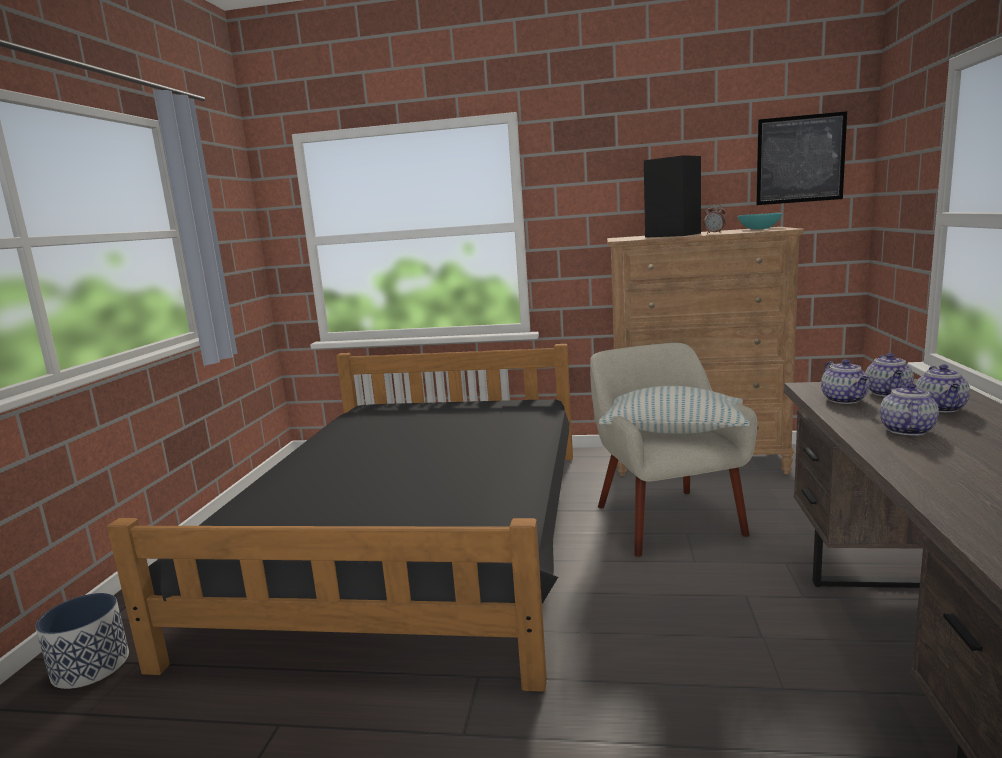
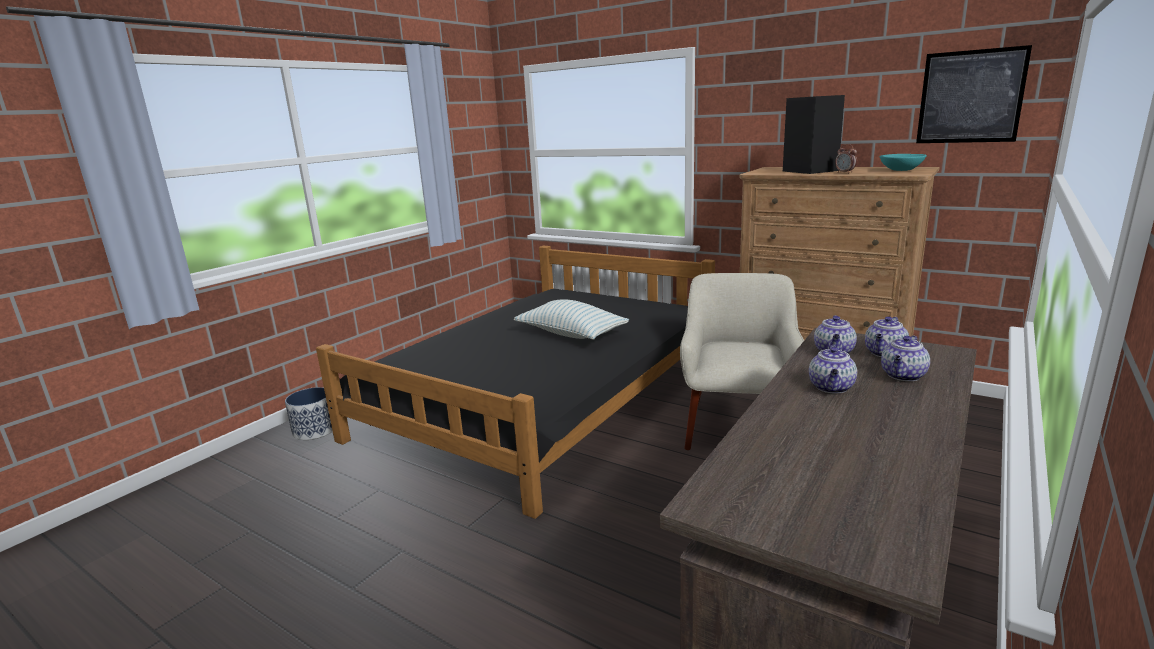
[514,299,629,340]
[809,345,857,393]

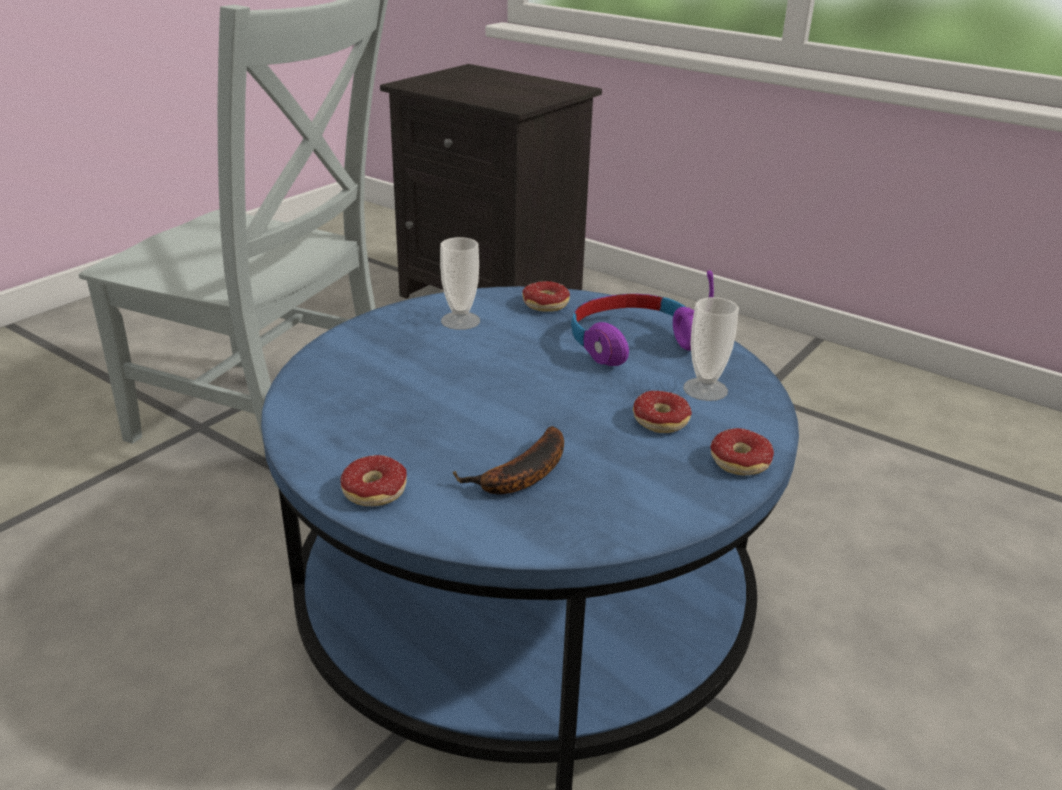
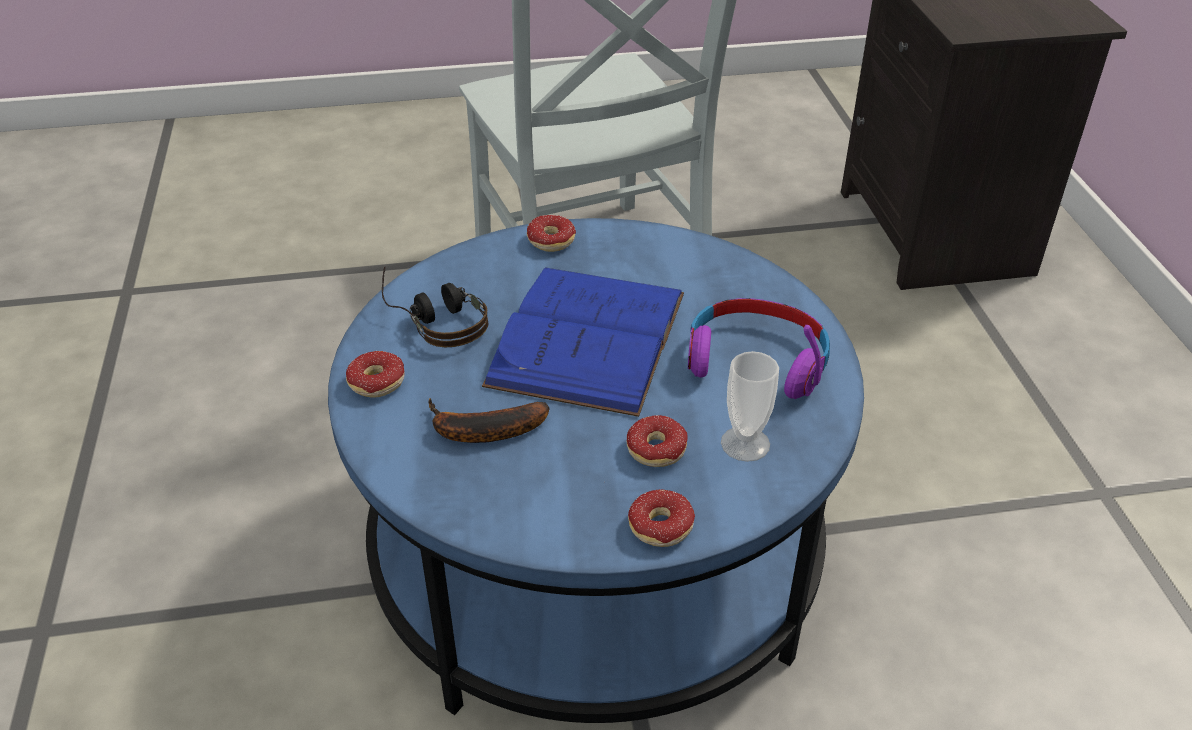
[382,267,488,347]
[482,268,684,417]
[527,215,576,252]
[440,237,480,330] (first image)

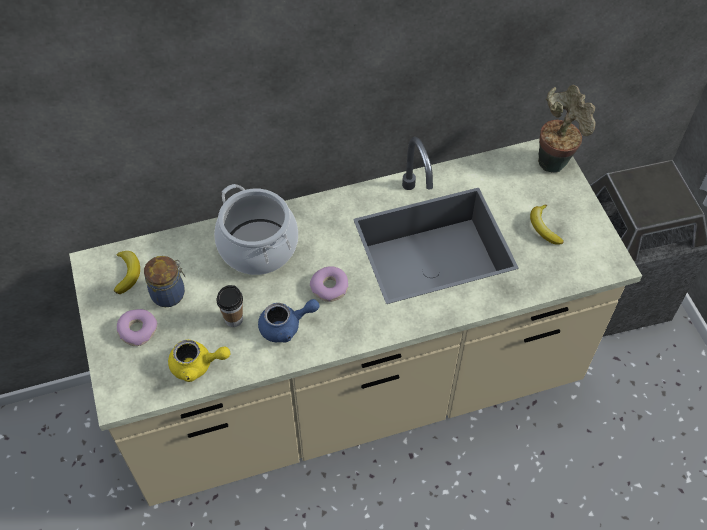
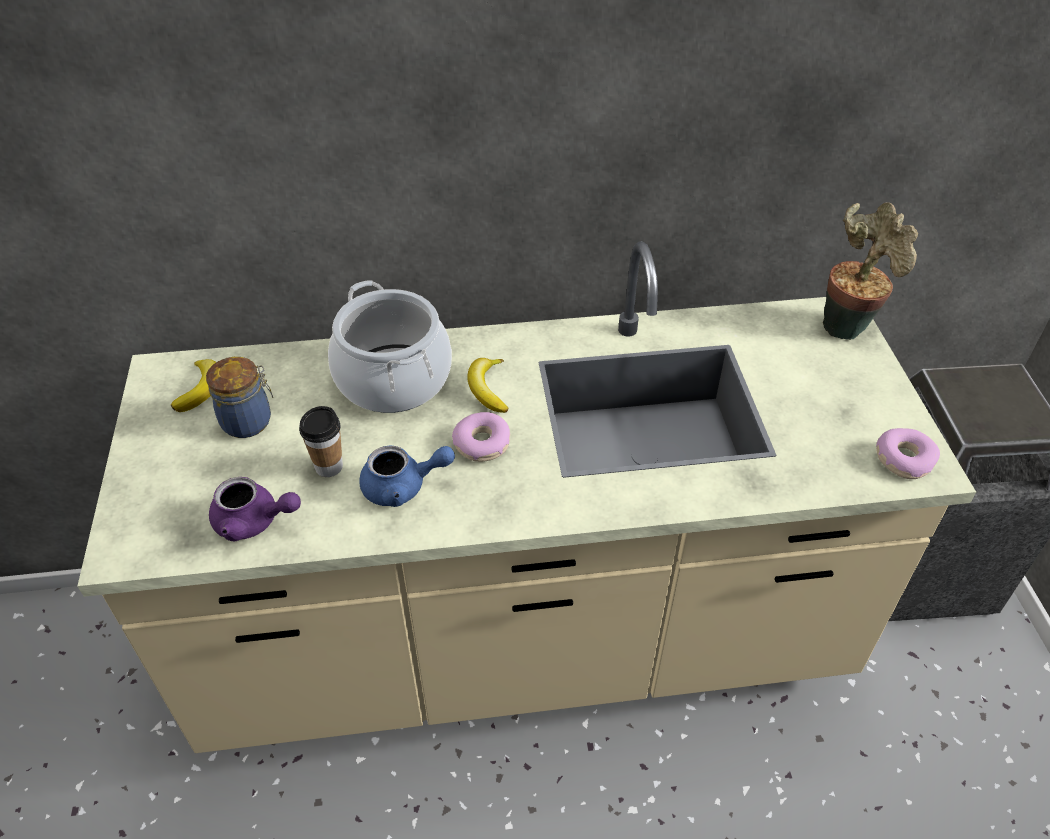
[209,477,301,541]
[467,358,508,413]
[876,428,940,479]

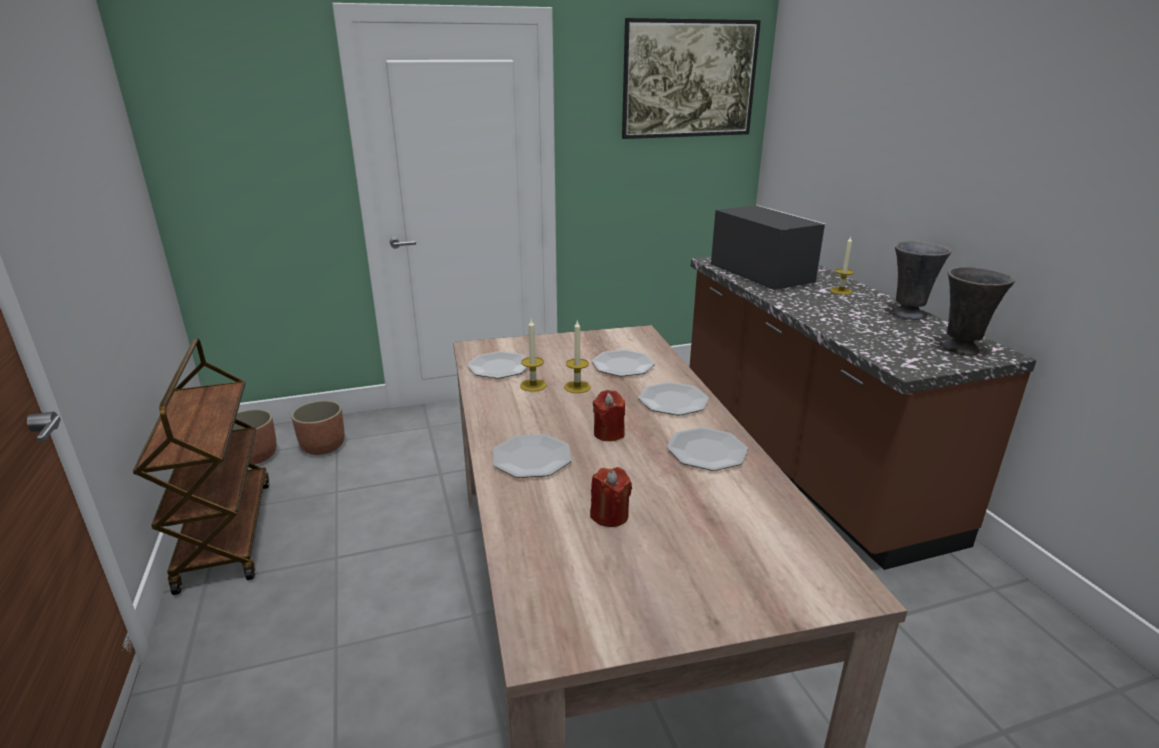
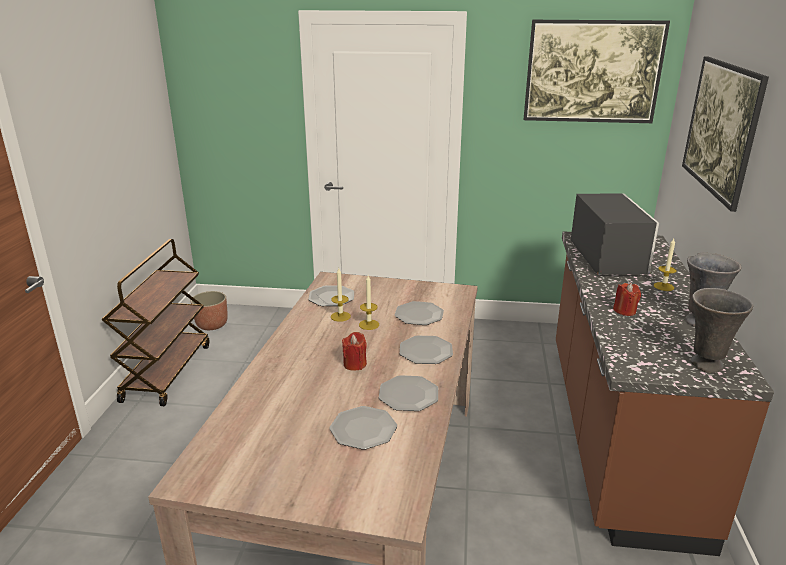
[330,406,397,450]
[613,283,641,316]
[682,56,769,212]
[291,400,344,455] (first image)

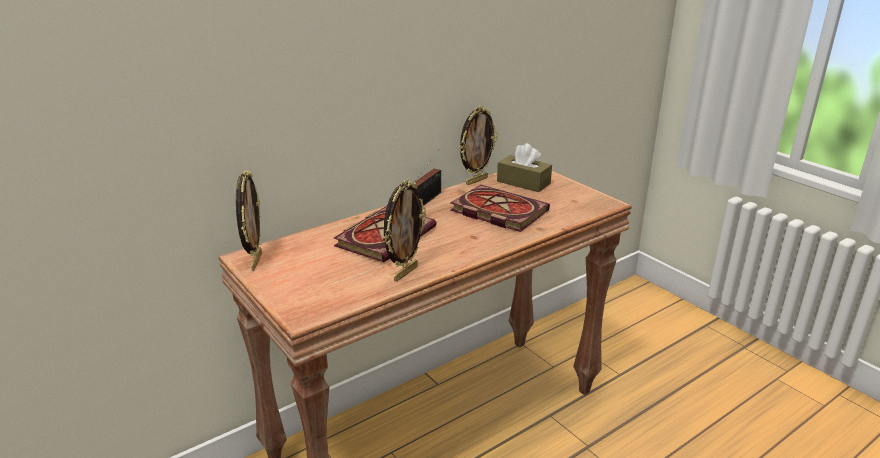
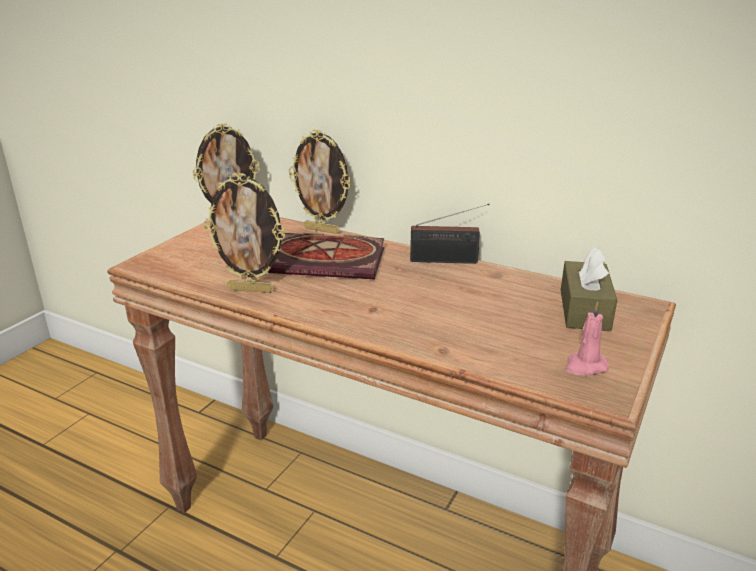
[289,130,351,234]
[565,301,609,375]
[450,185,550,232] (first image)

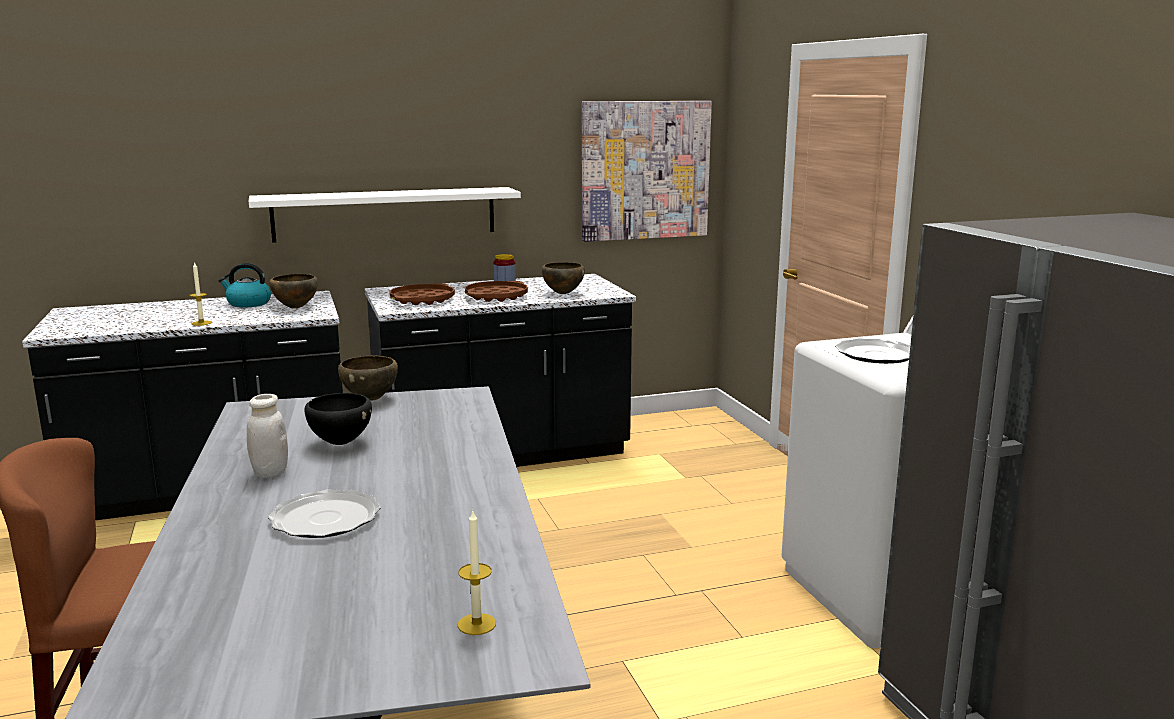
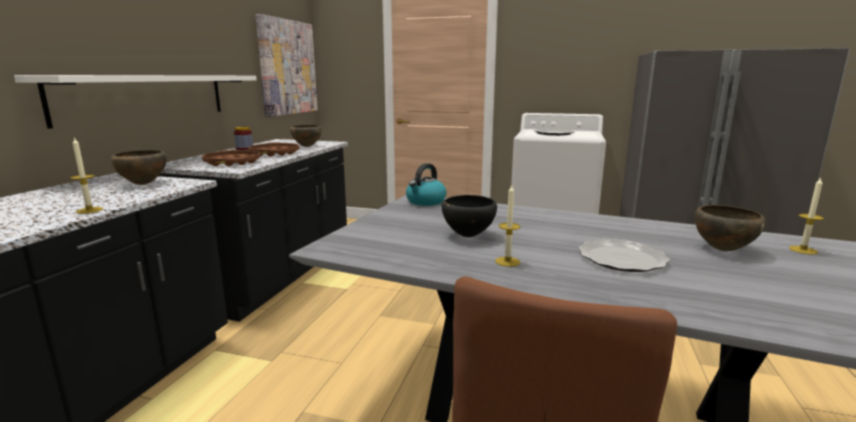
[406,163,447,206]
[495,185,520,267]
[695,205,766,251]

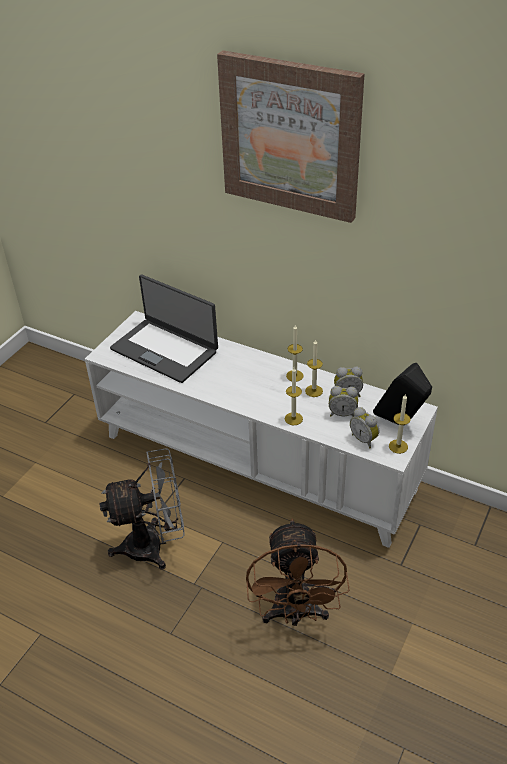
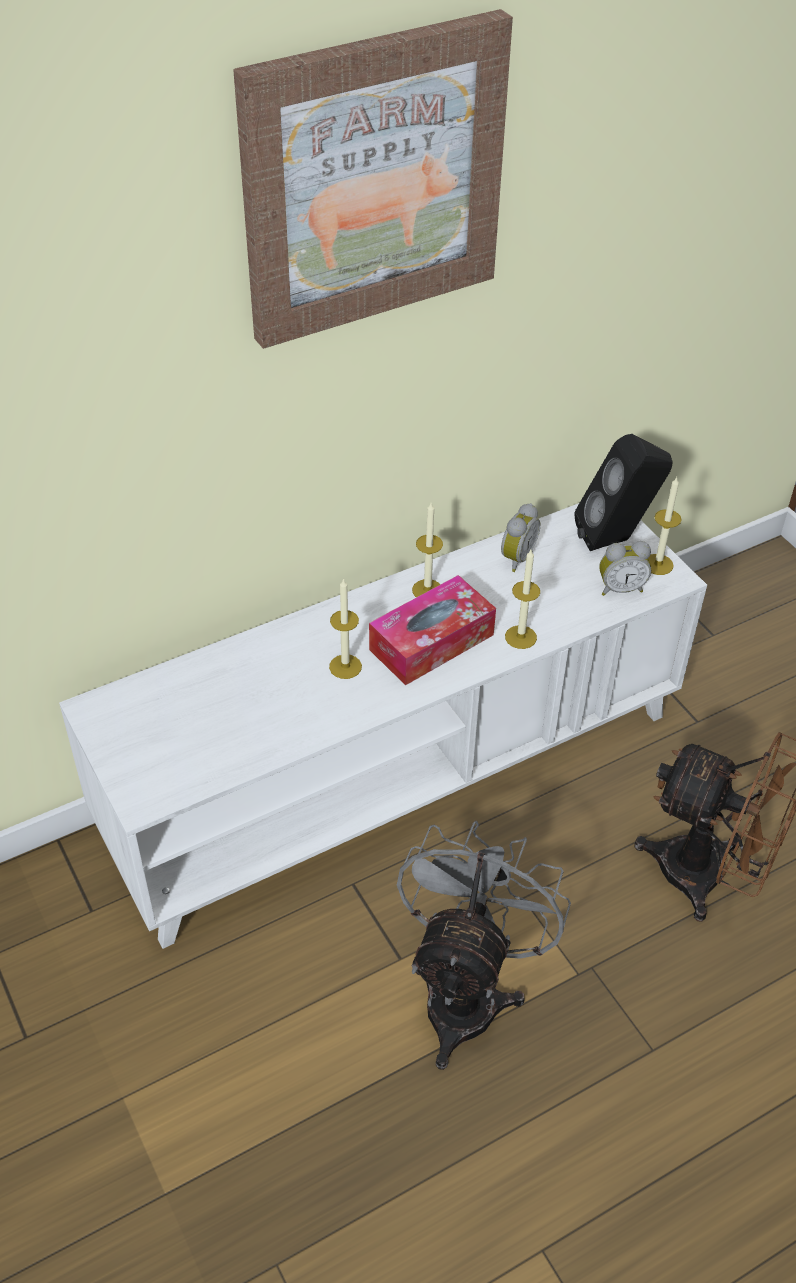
[329,578,362,679]
[369,575,496,685]
[110,275,218,383] (first image)
[329,386,358,417] (first image)

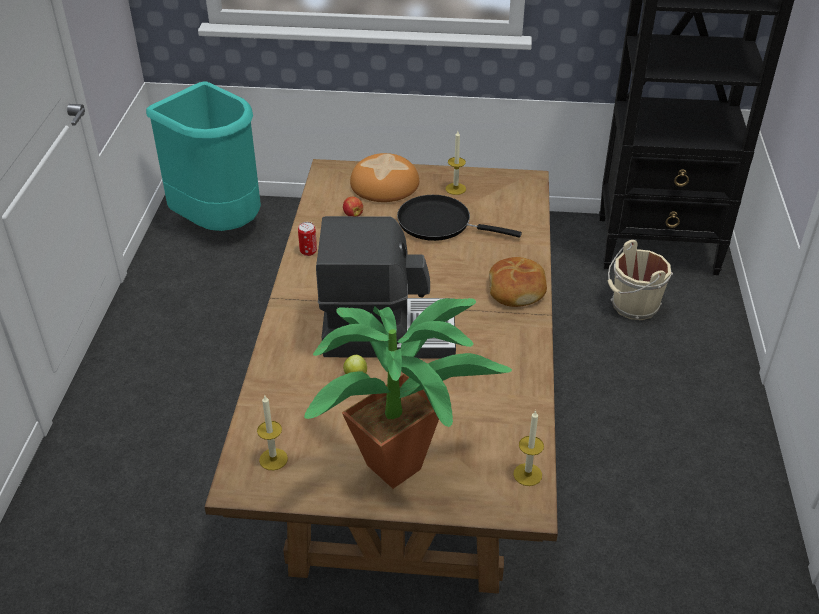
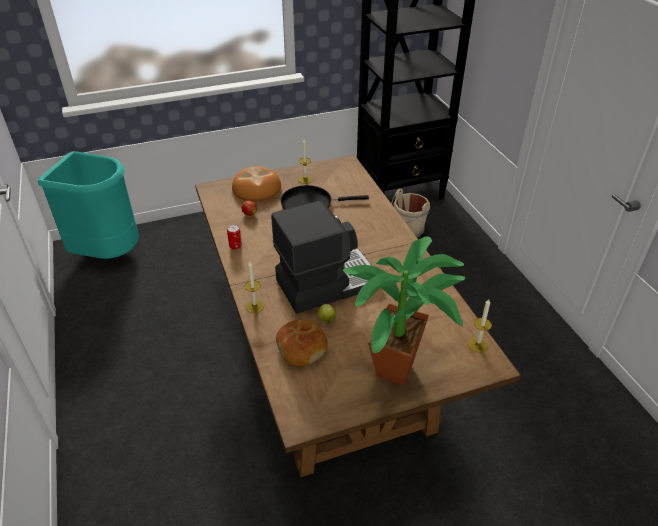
[244,262,264,313]
[276,320,328,367]

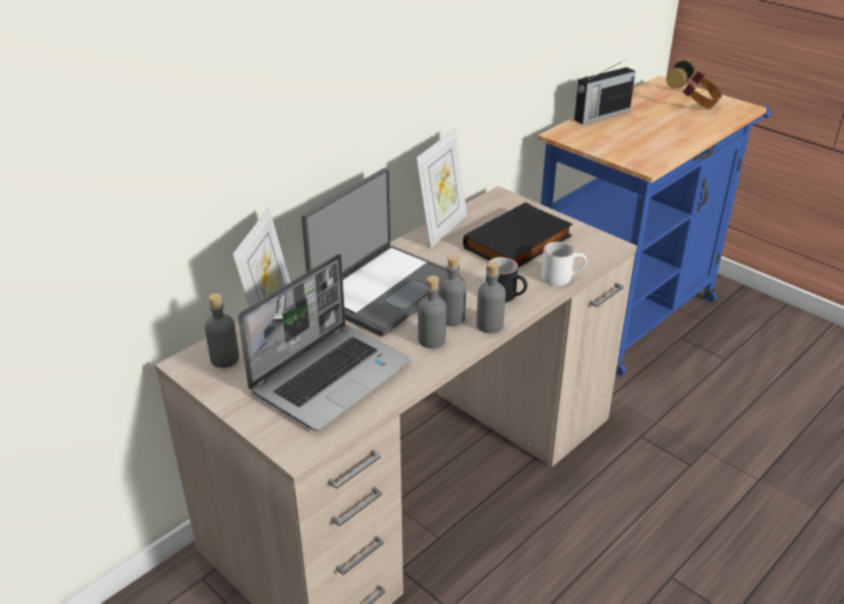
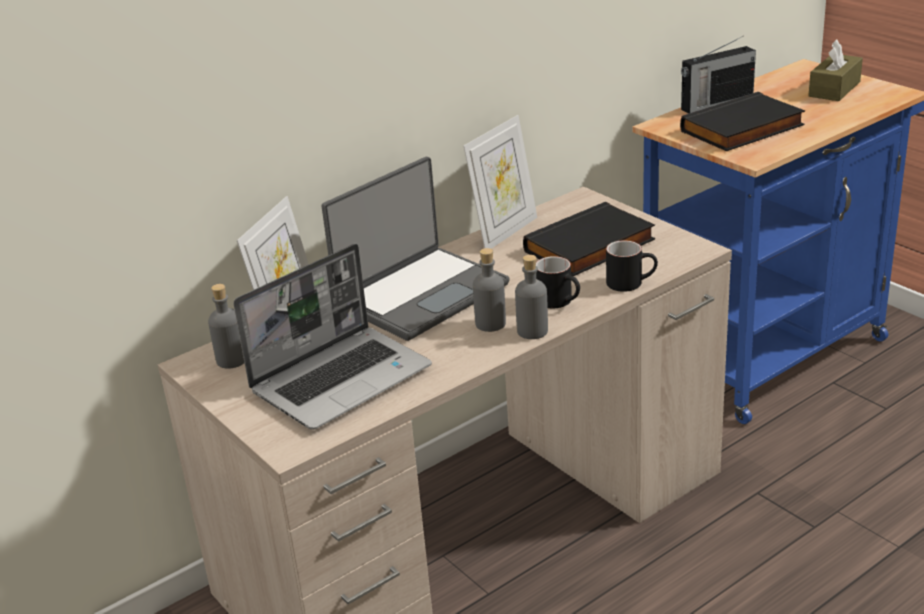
[606,240,658,292]
[680,92,805,151]
[808,39,863,101]
[418,276,447,349] (first image)

